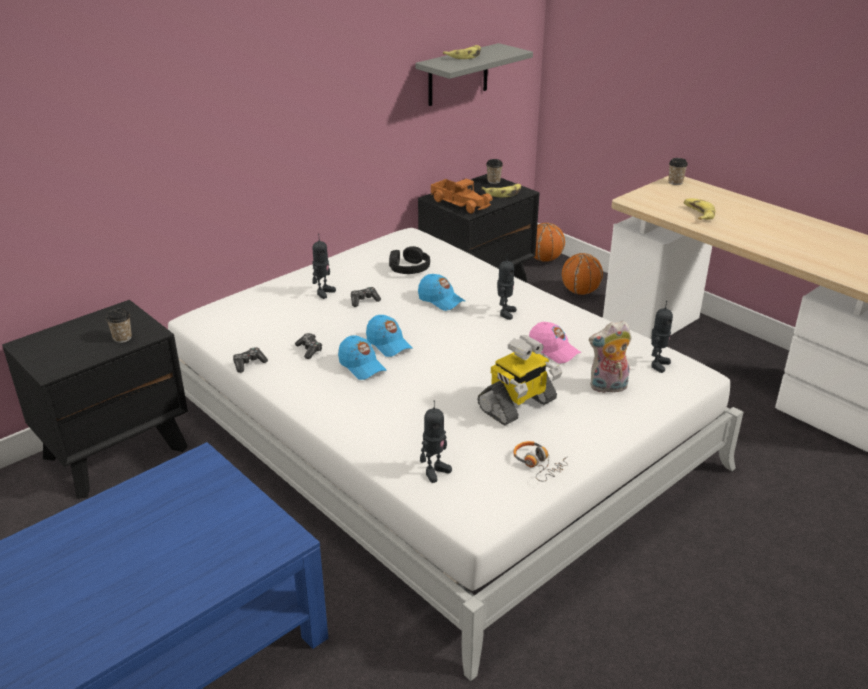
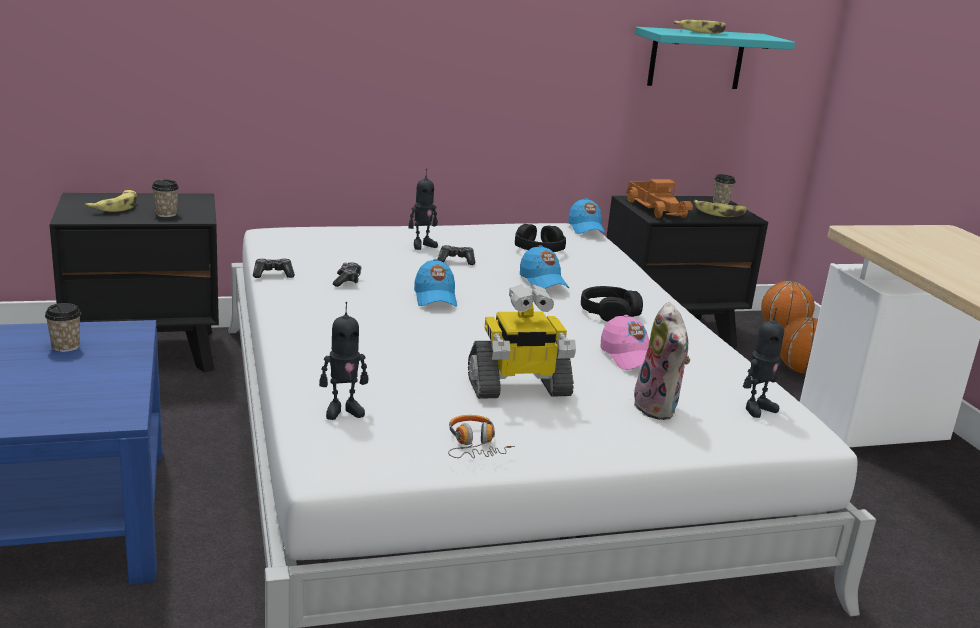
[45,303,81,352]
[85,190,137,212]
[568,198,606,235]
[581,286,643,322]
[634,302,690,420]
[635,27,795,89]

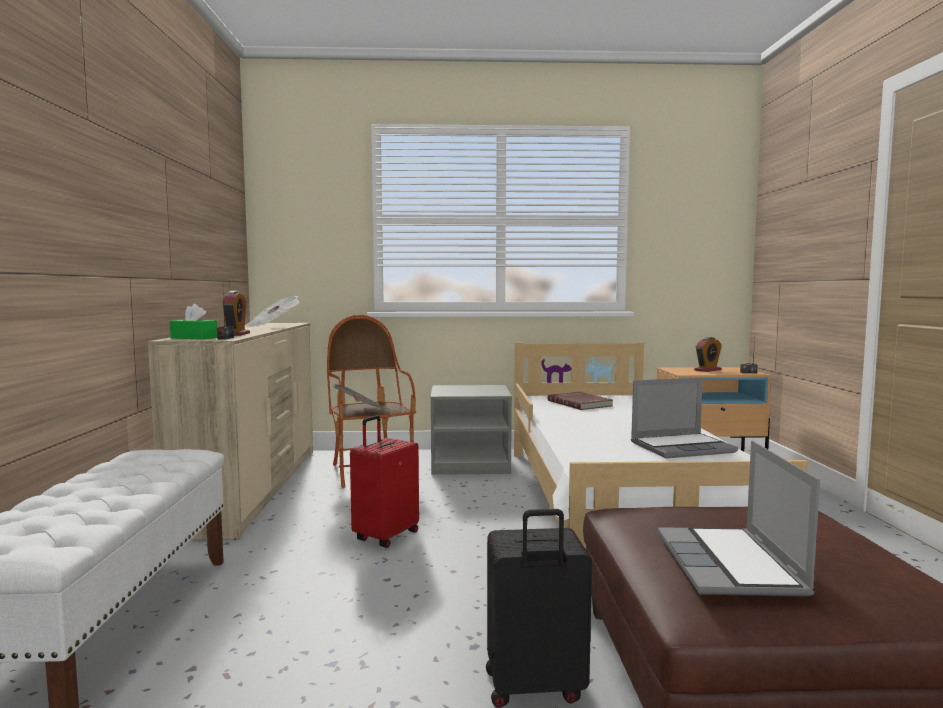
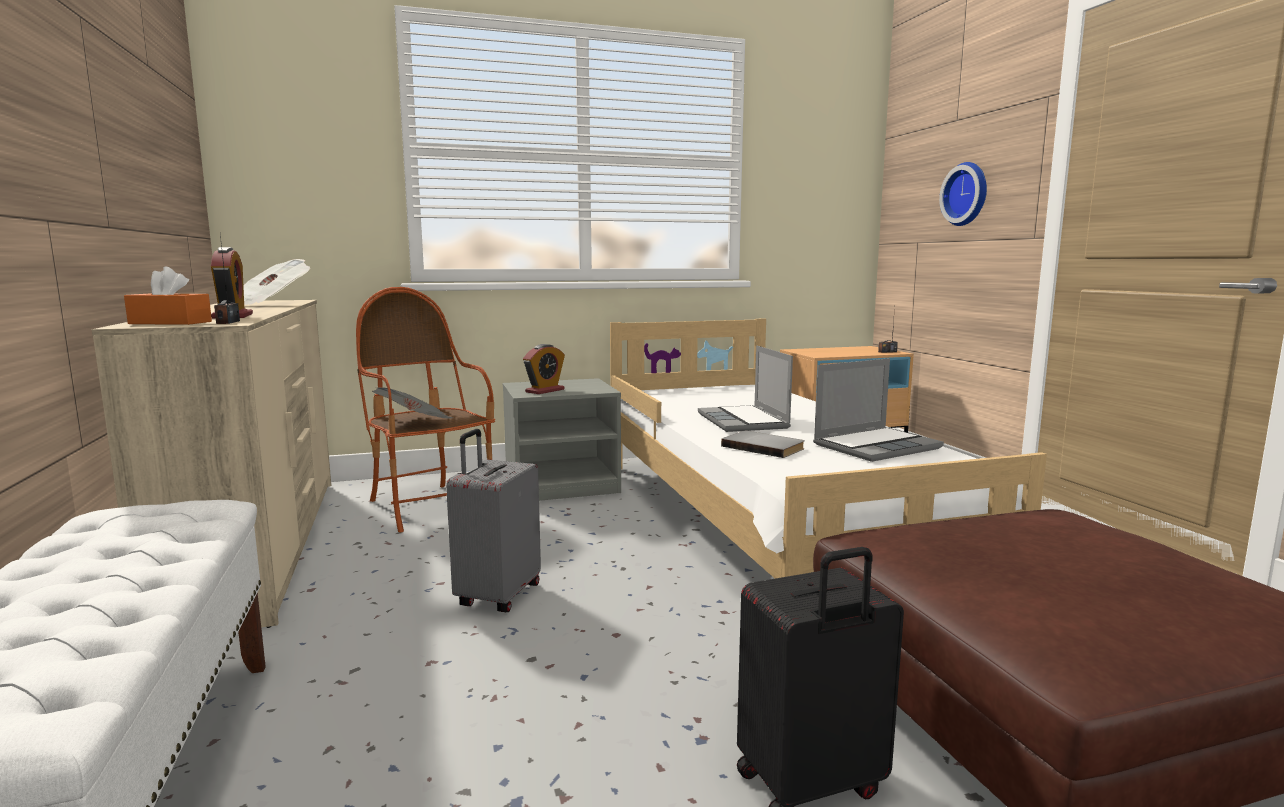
[124,266,212,325]
[446,429,541,612]
[523,344,565,394]
[698,345,793,432]
[721,431,805,458]
[939,162,987,226]
[548,392,613,410] (first image)

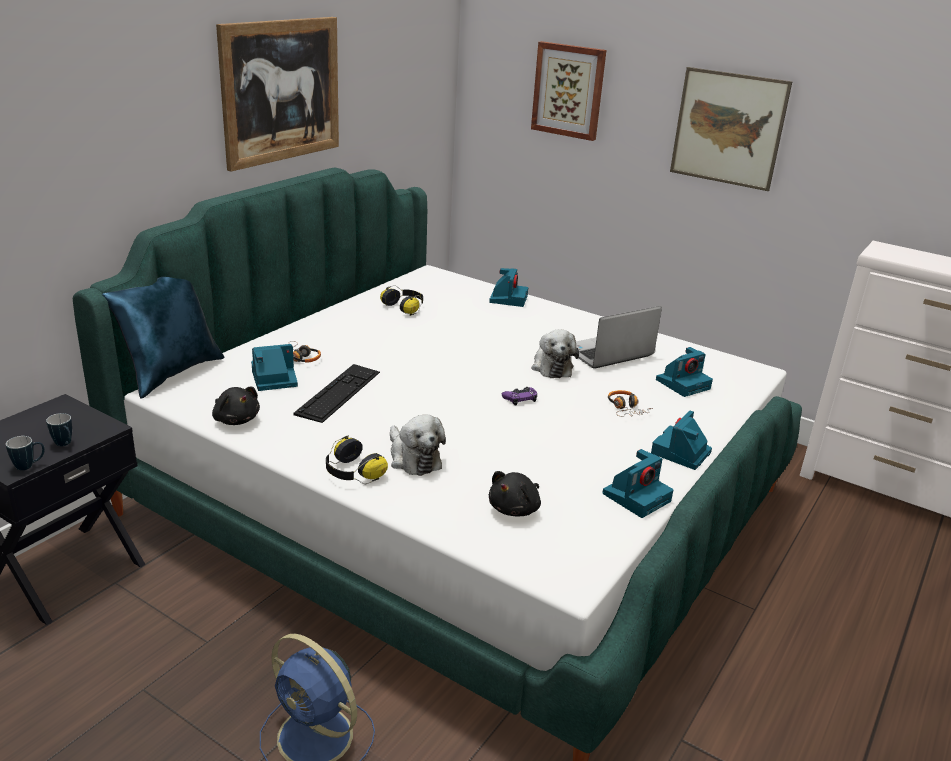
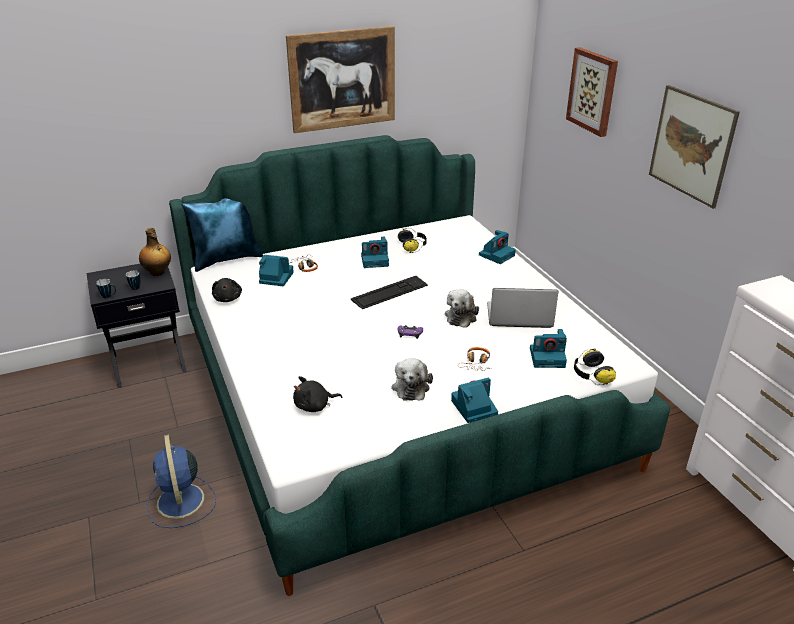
[139,228,171,276]
[351,276,428,309]
[361,237,389,268]
[391,358,433,401]
[574,349,616,385]

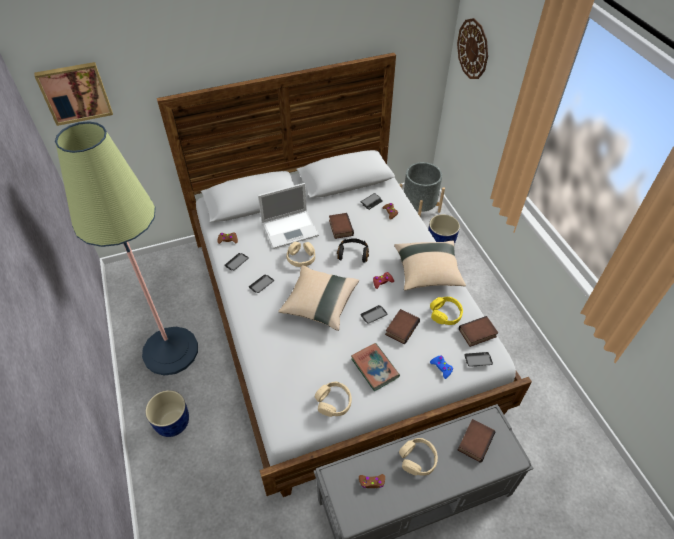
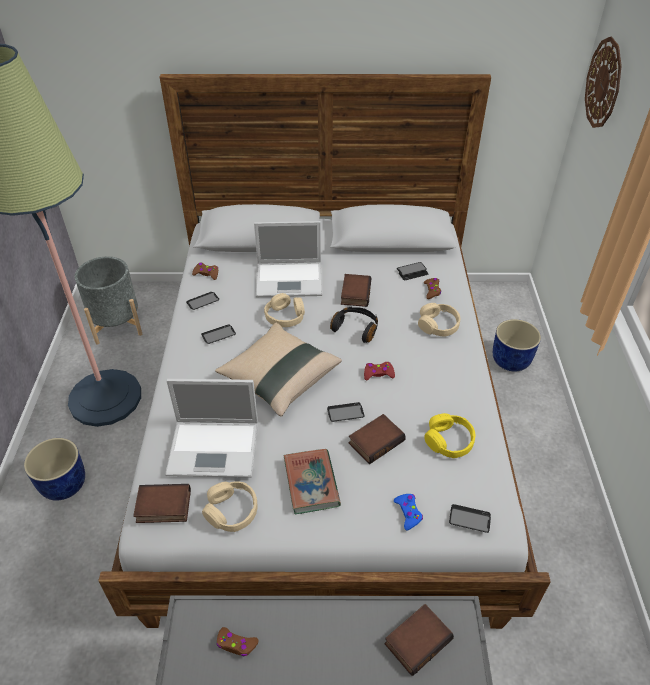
[75,256,142,345]
[133,483,191,523]
[165,379,258,478]
[418,303,460,337]
[34,62,113,126] (first image)
[394,240,466,290] (first image)

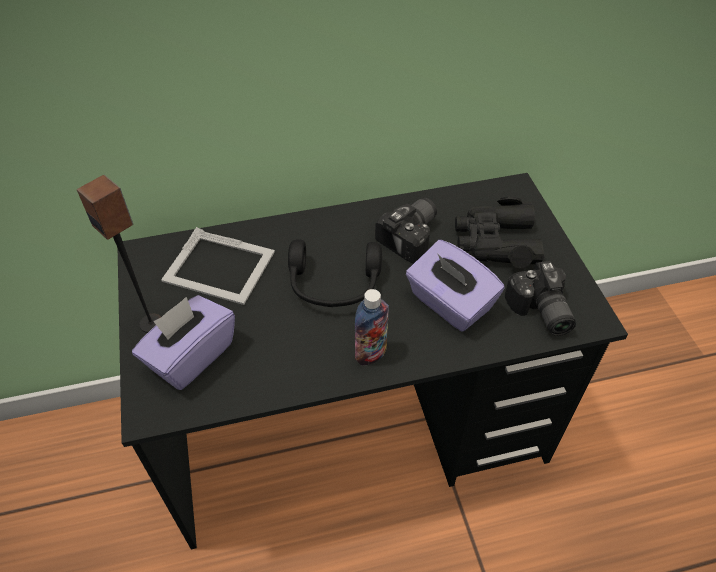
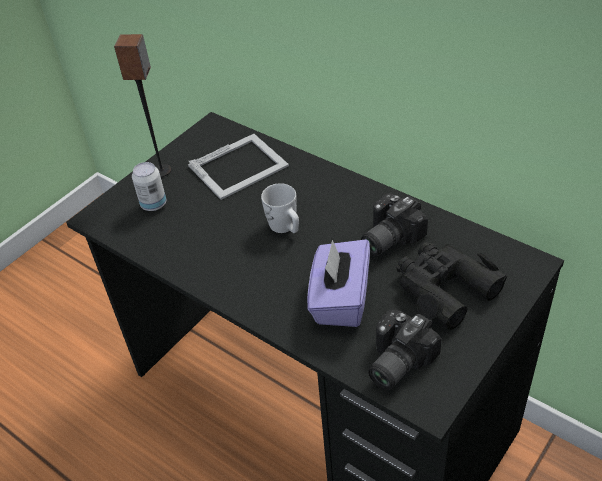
[132,162,166,211]
[188,134,289,200]
[261,183,299,233]
[361,193,428,257]
[355,289,389,366] (first image)

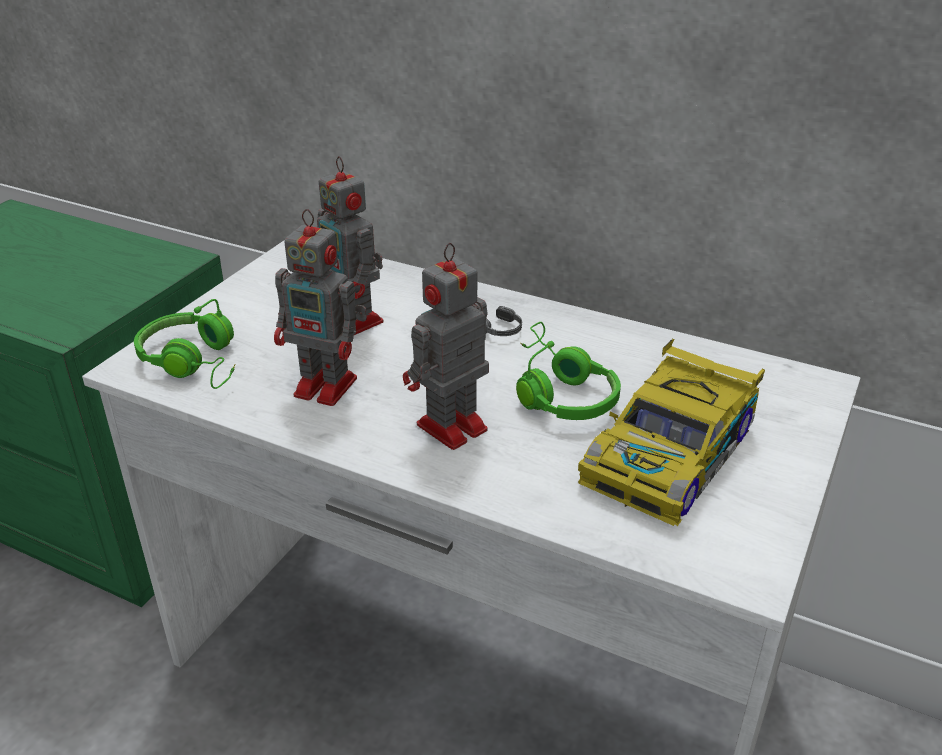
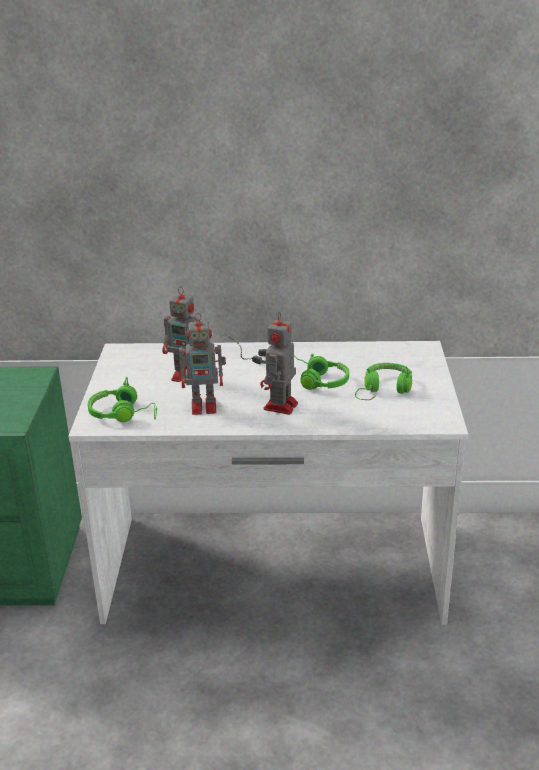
[355,363,412,400]

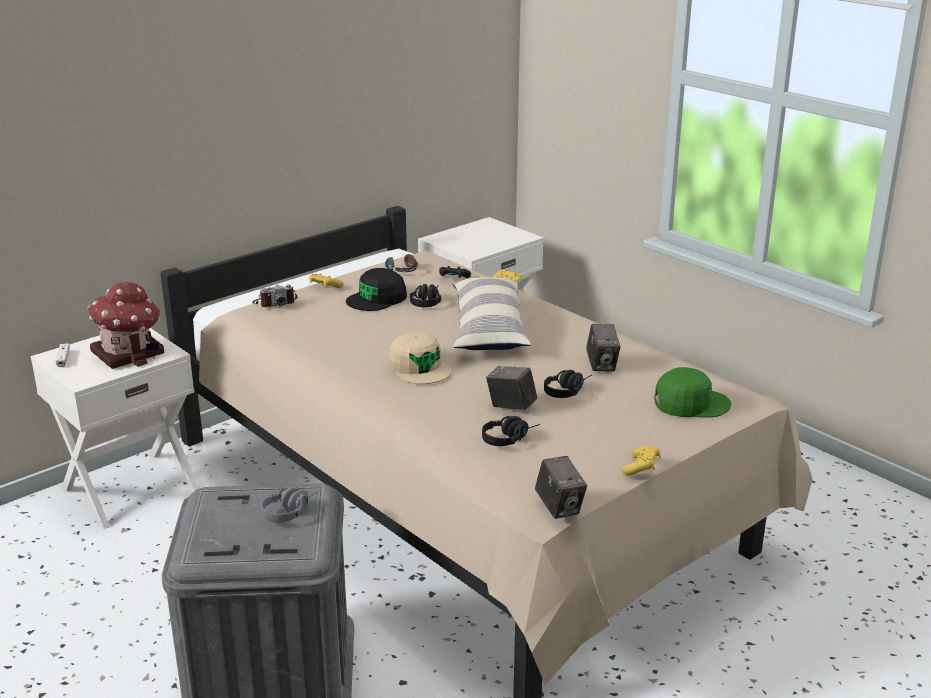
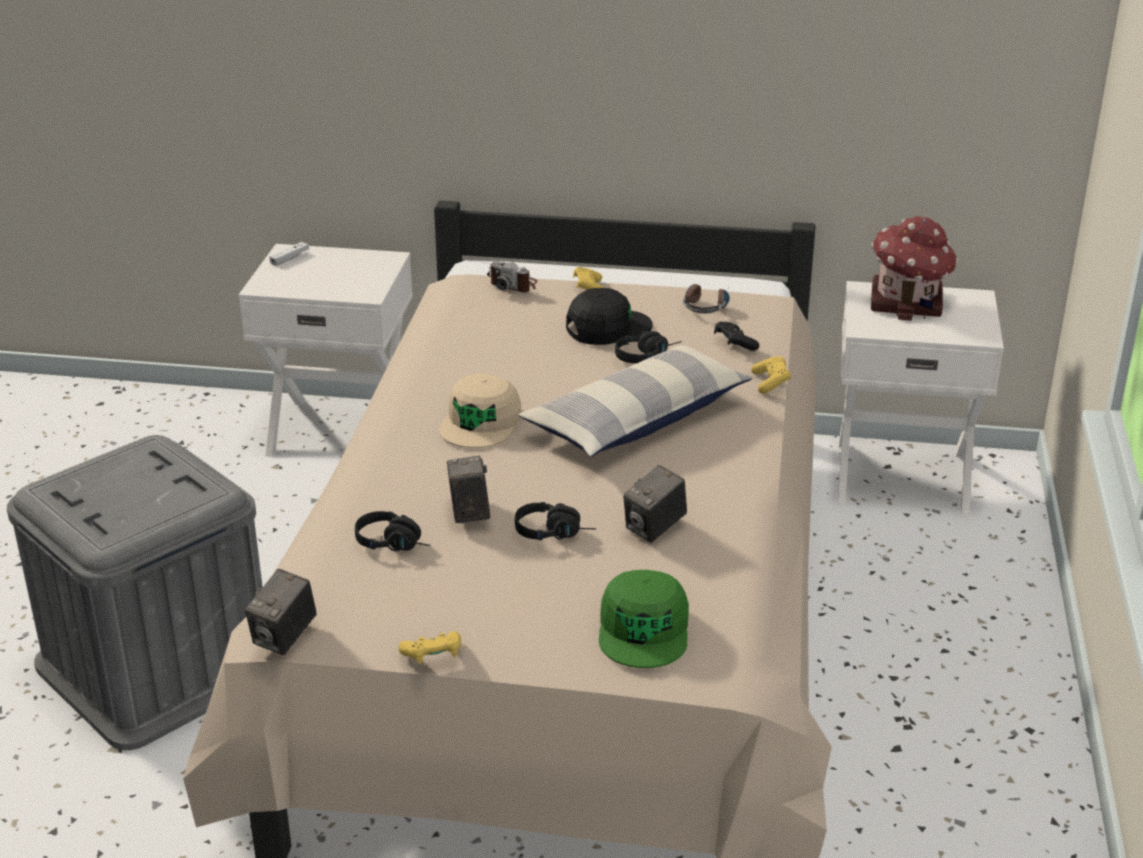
[566,288,653,345]
[599,570,689,668]
[871,216,958,321]
[261,486,319,523] (first image)

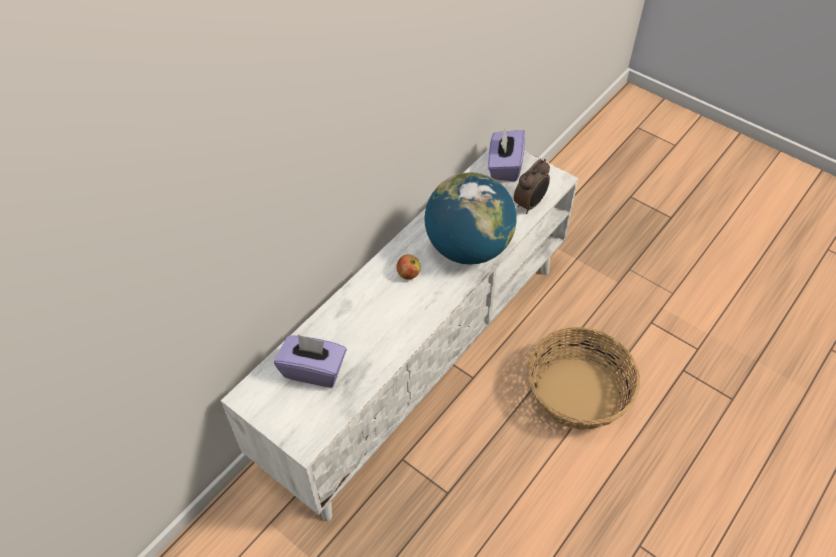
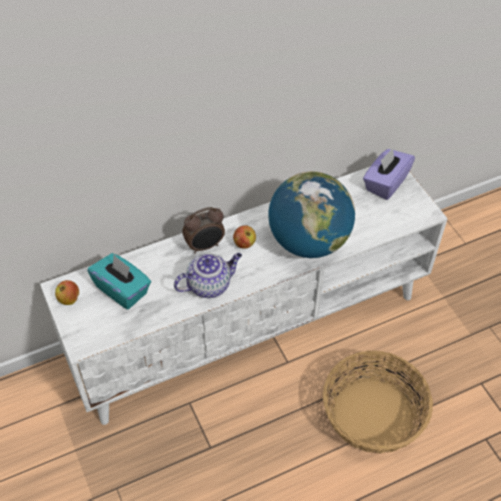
[55,280,79,305]
[87,253,151,310]
[174,253,242,298]
[182,207,225,254]

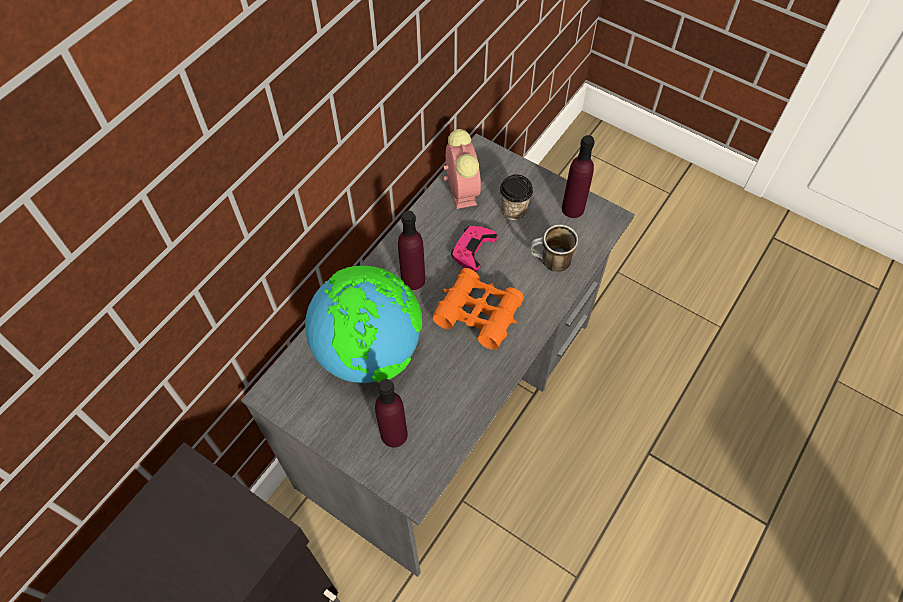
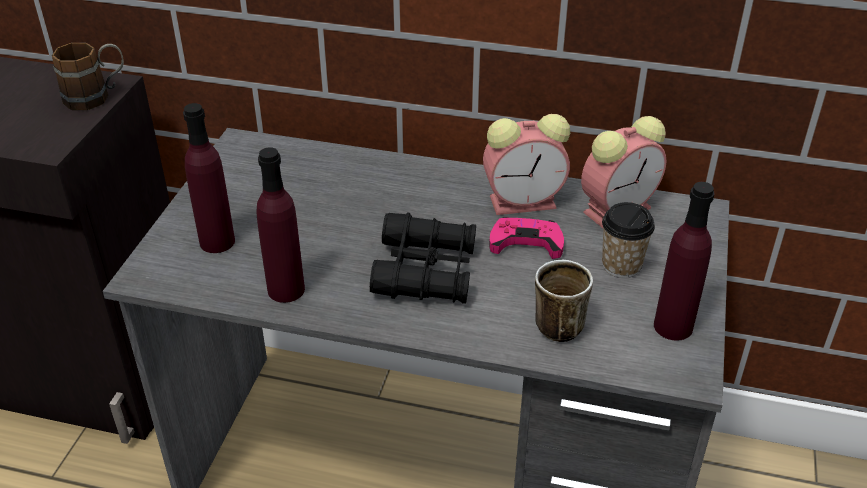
[52,43,124,110]
[256,147,305,303]
[370,212,476,304]
[483,114,570,215]
[305,266,422,383] (first image)

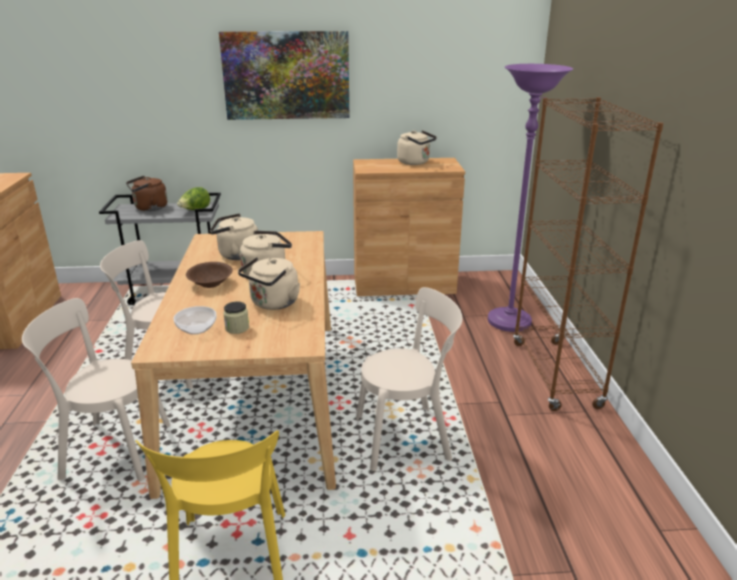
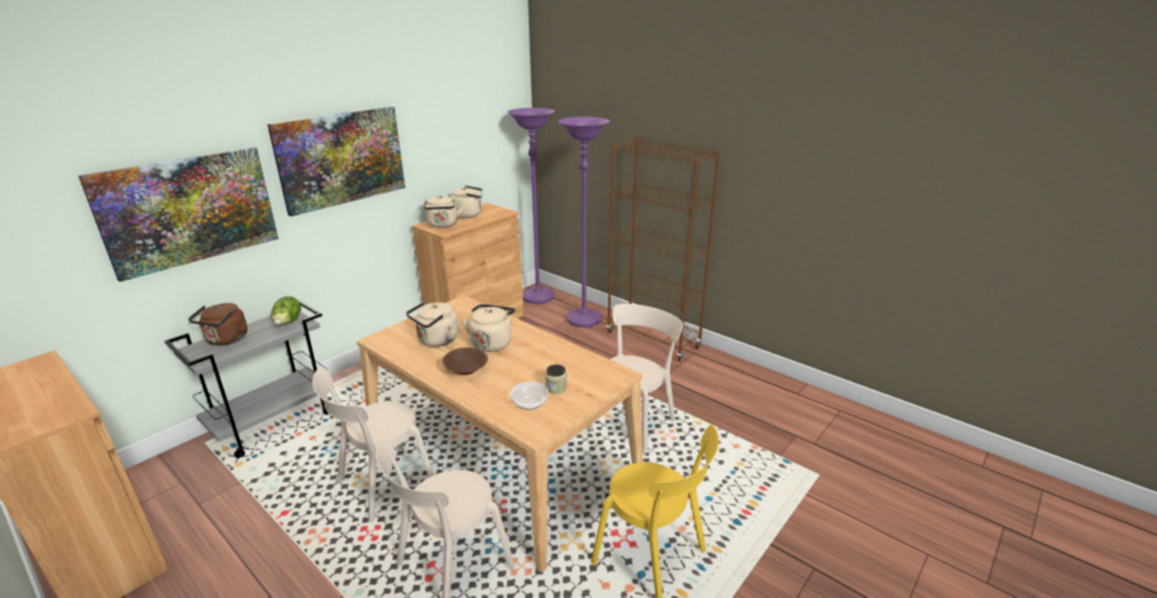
[78,147,279,282]
[424,196,463,228]
[507,108,555,304]

